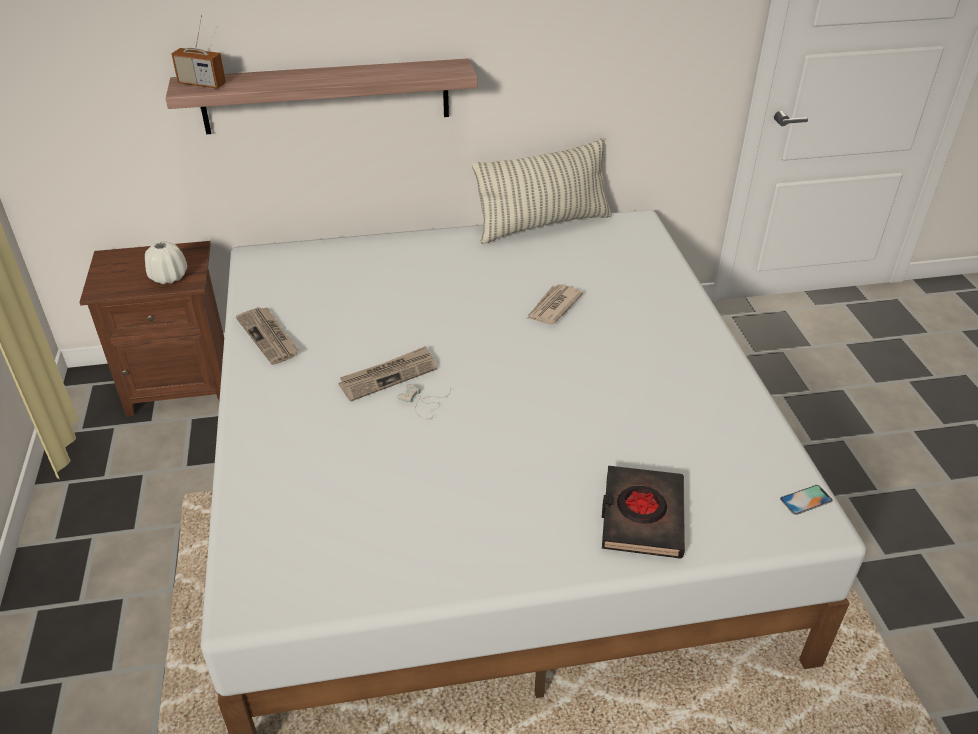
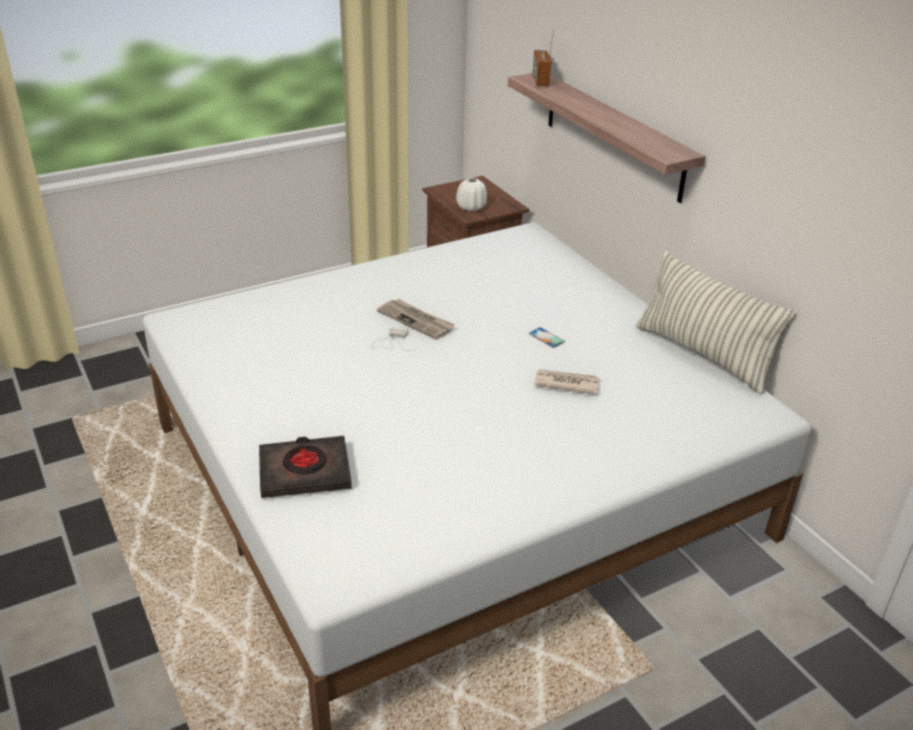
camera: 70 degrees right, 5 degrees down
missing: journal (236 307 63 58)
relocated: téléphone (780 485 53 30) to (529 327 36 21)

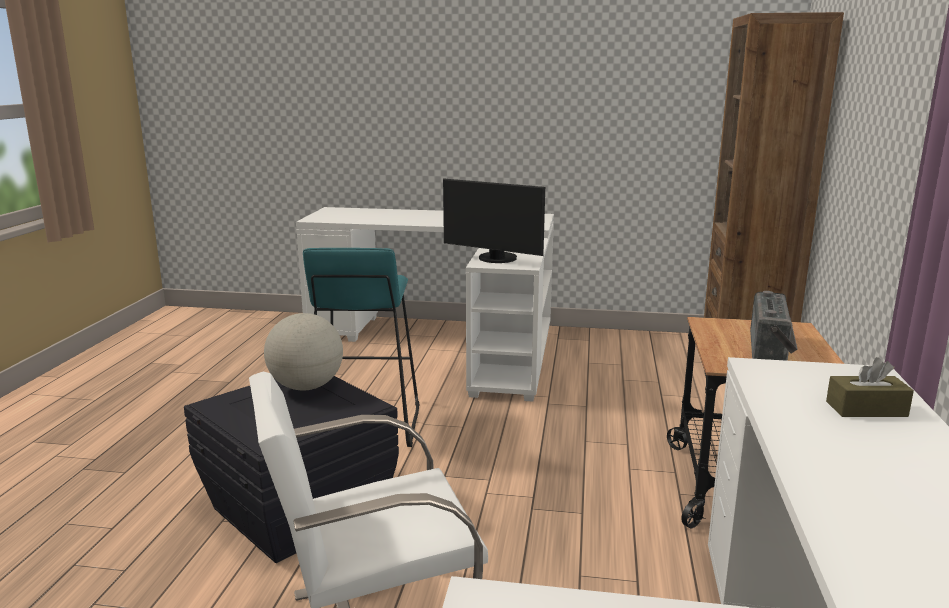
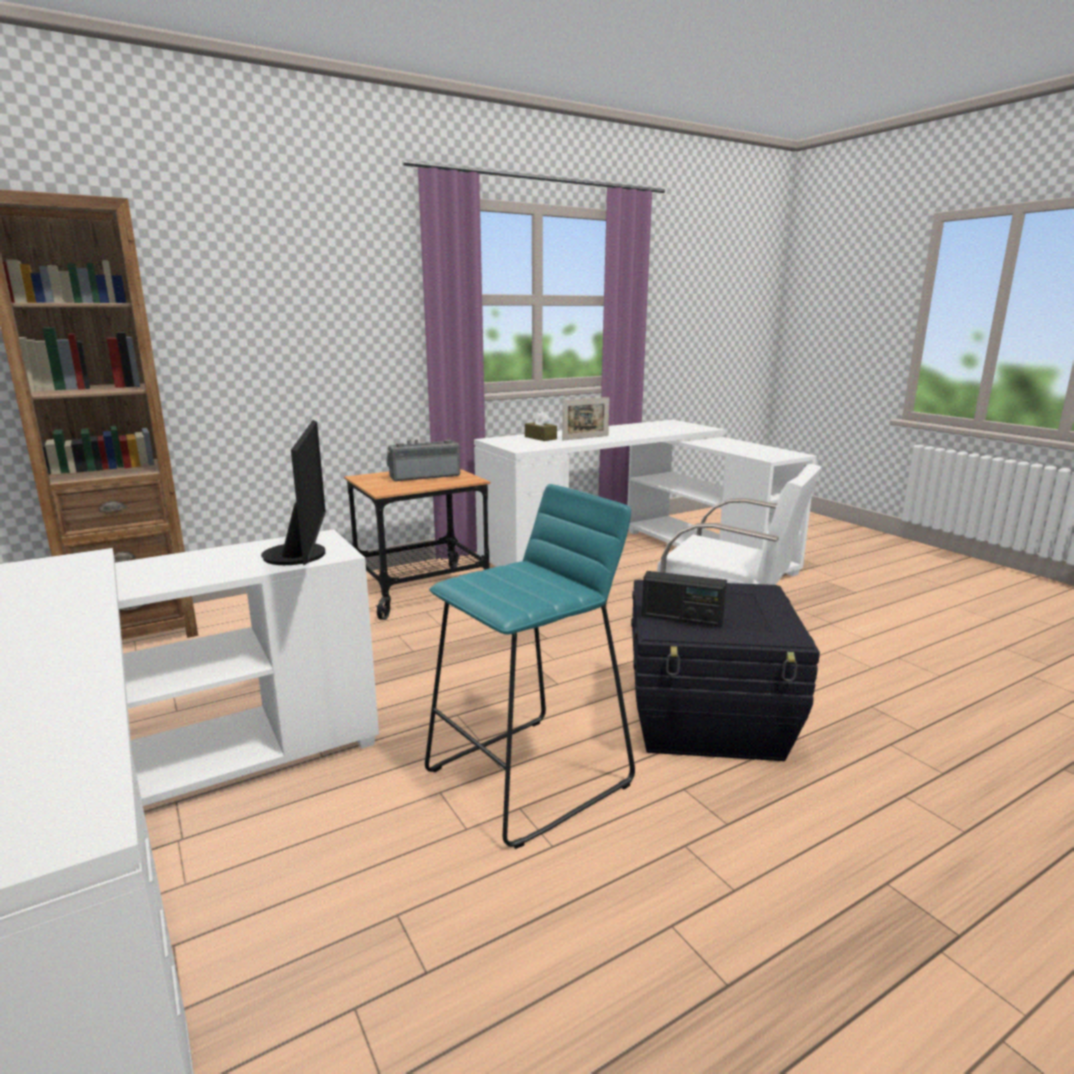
camera: 130 degrees left, 0 degrees up
appeared: cadre photo (562 397 48 43)
exchanged: globe (264 313 79 77) to radio (642 571 85 56)

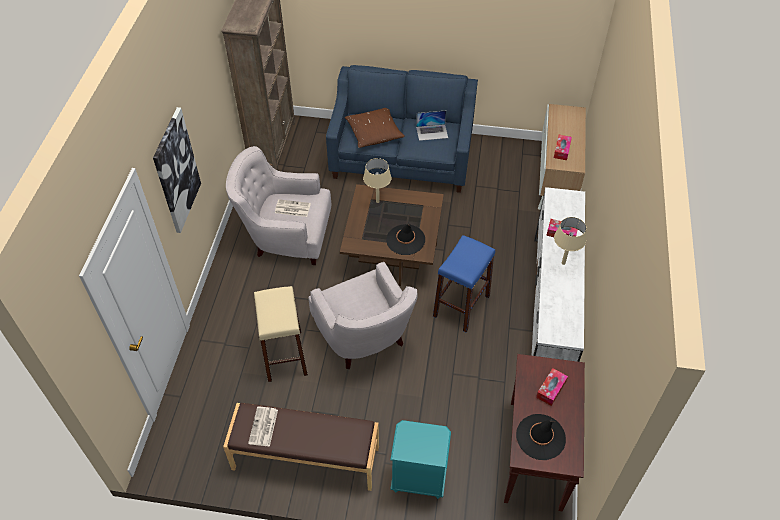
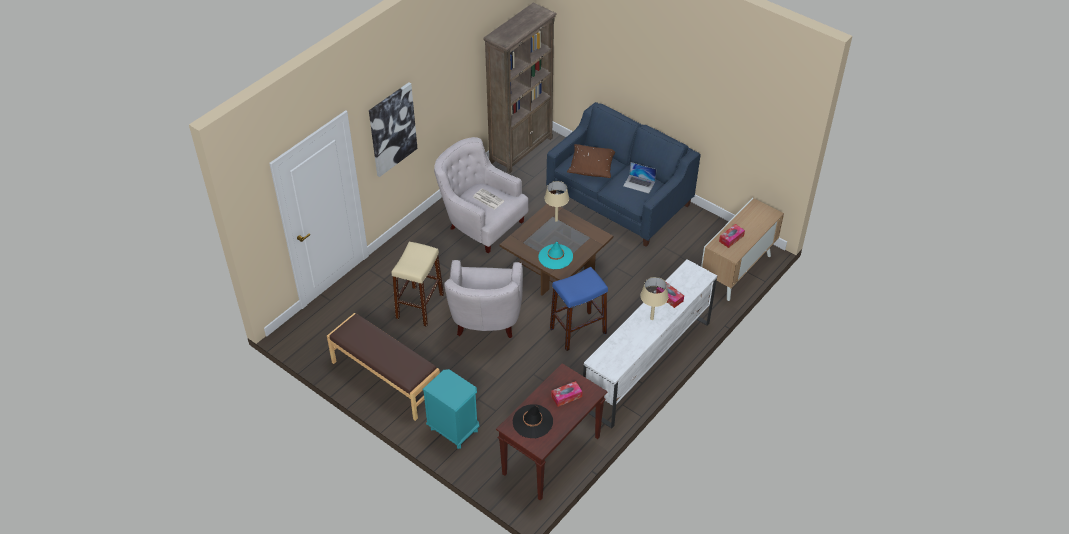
camera: 30 degrees right, 5 degrees down
missing: journal (248 407 30 40)
colour: chapeau (noir) (386 223 39 32) to chapeau (turquoise) (539 242 34 27)

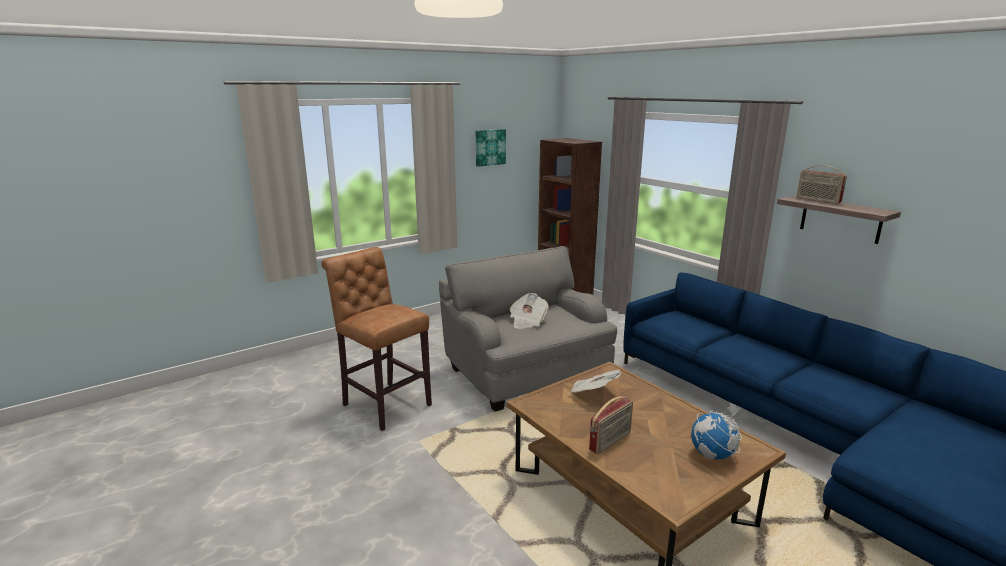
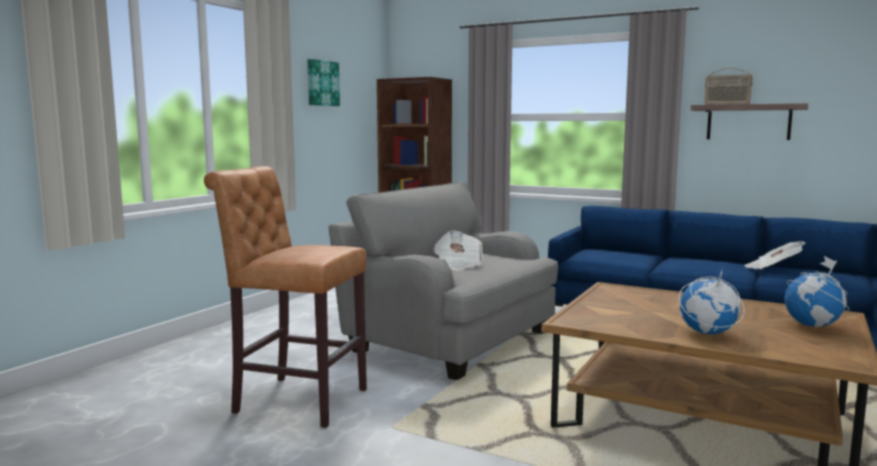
camera: 25 degrees left, 10 degrees down
relocated: journal (569 369 52 24) to (745 241 61 28)
exchanged: radio (589 397 44 57) to globe (679 268 66 67)

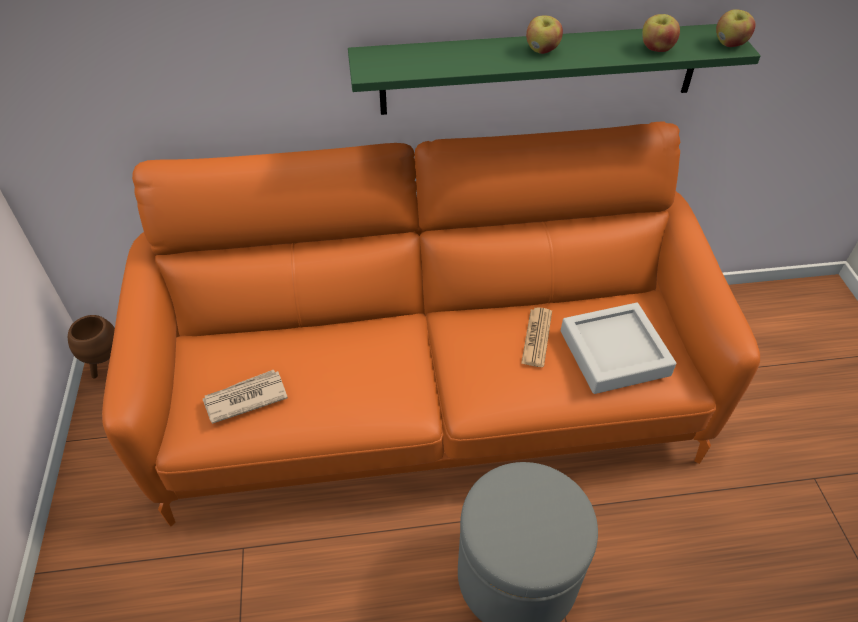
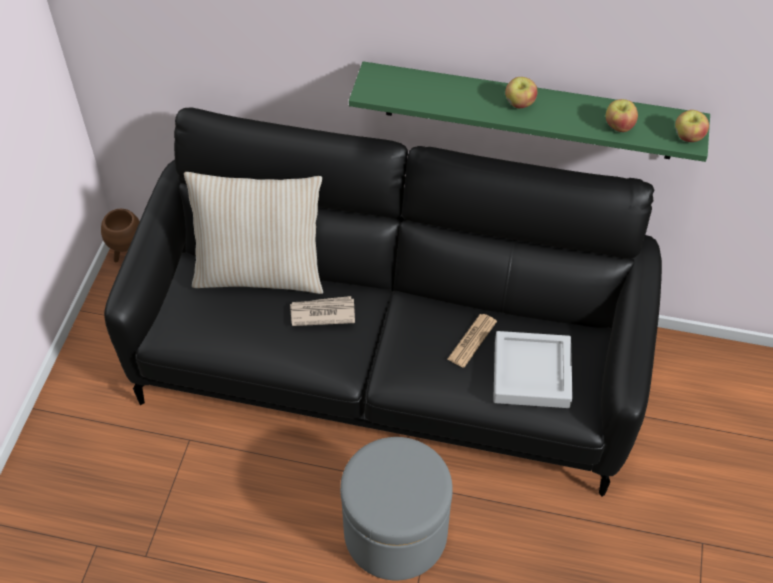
camera: 20 degrees right, 5 degrees up
appeared: coussin (beige) (184 172 139 122)
relocated: journal (203 370 85 54) to (290 296 65 30)
colour: canapé (orange) (102 121 658 405) to canapé (noir) (104 107 558 390)

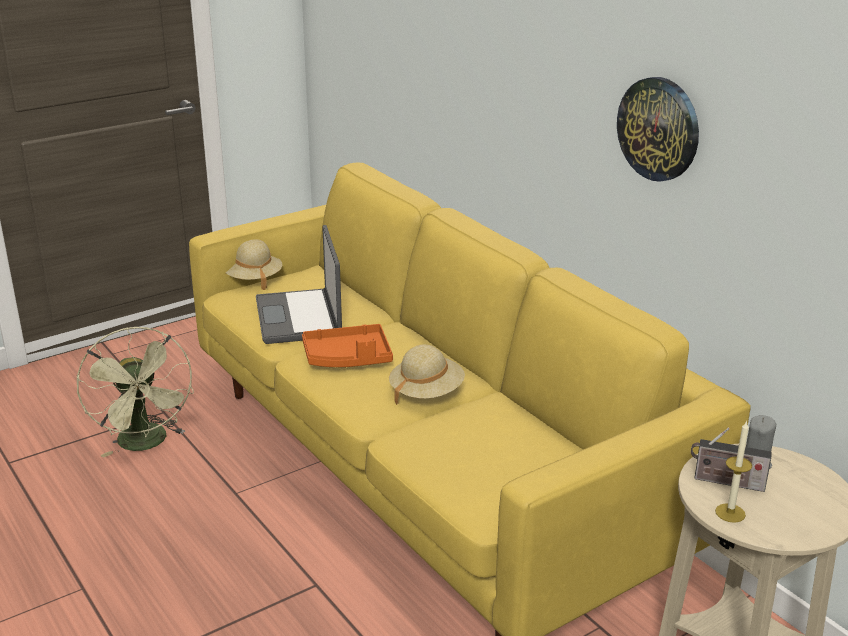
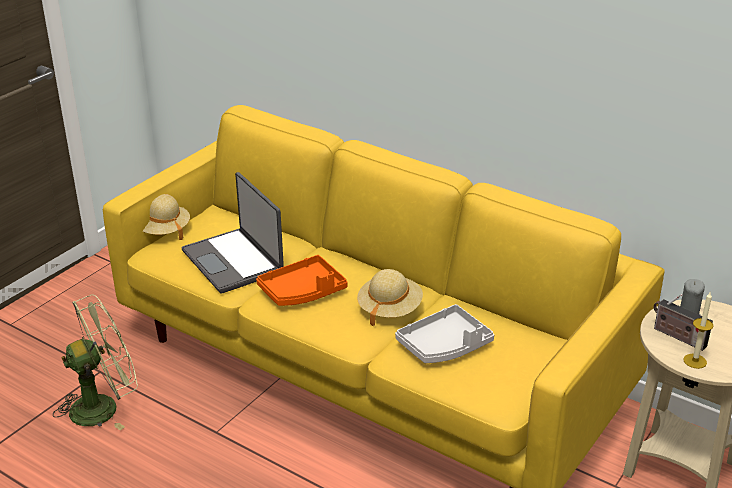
camera: 20 degrees left, 5 degrees up
missing: horloge murale (617 77 82 105)
appeared: plateau (gris) (395 304 99 59)
spun: ventilateur (vert) (77 327 117 131) = (53 294 85 136) 75 degrees counterclockwise; radio (691 427 81 65) = (654 294 59 57) 45 degrees clockwise

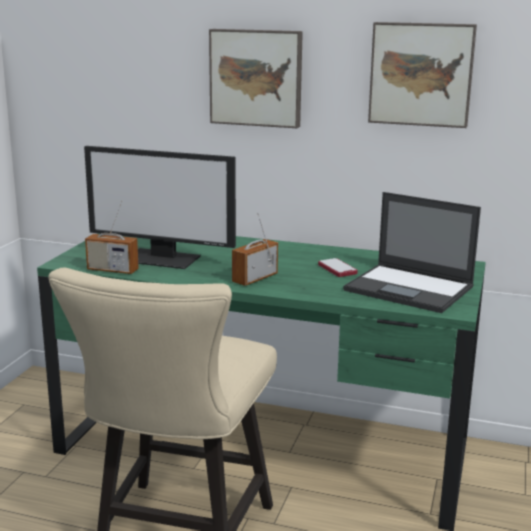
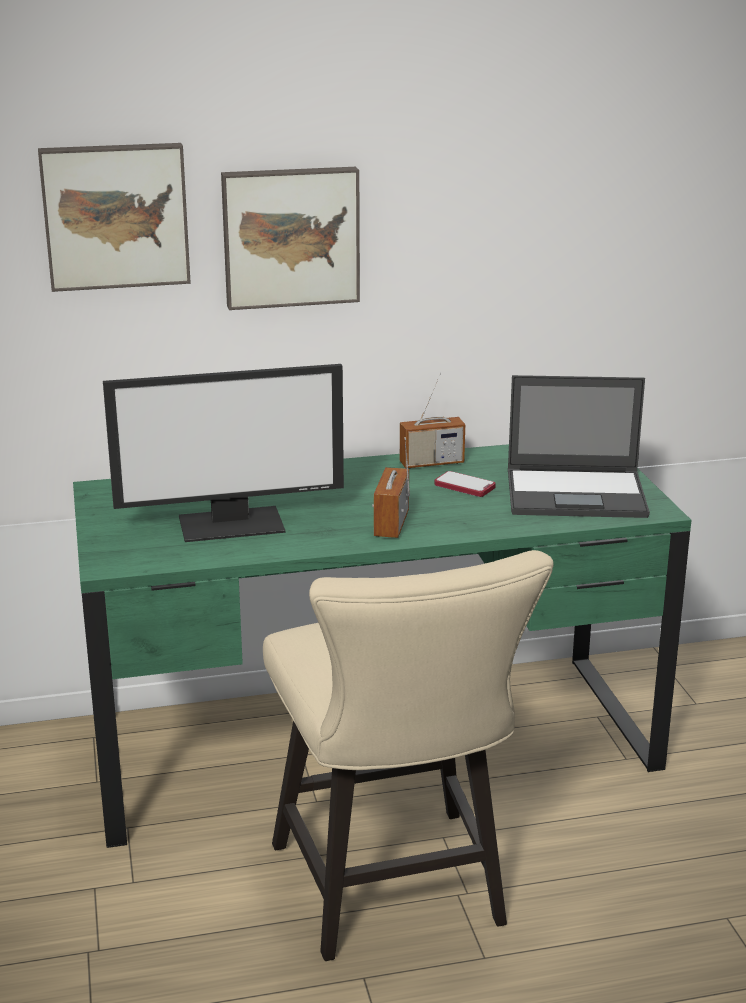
camera: 30 degrees left, 5 degrees up
relocated: tableau (368 22 109 106) to (38 143 153 149); radio (85 200 54 74) to (400 373 65 96)

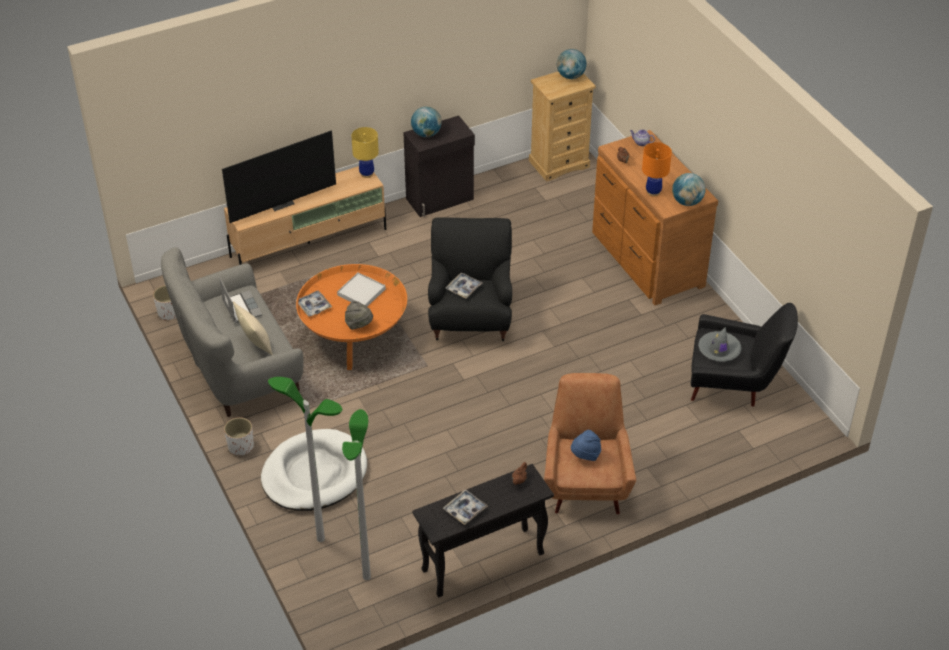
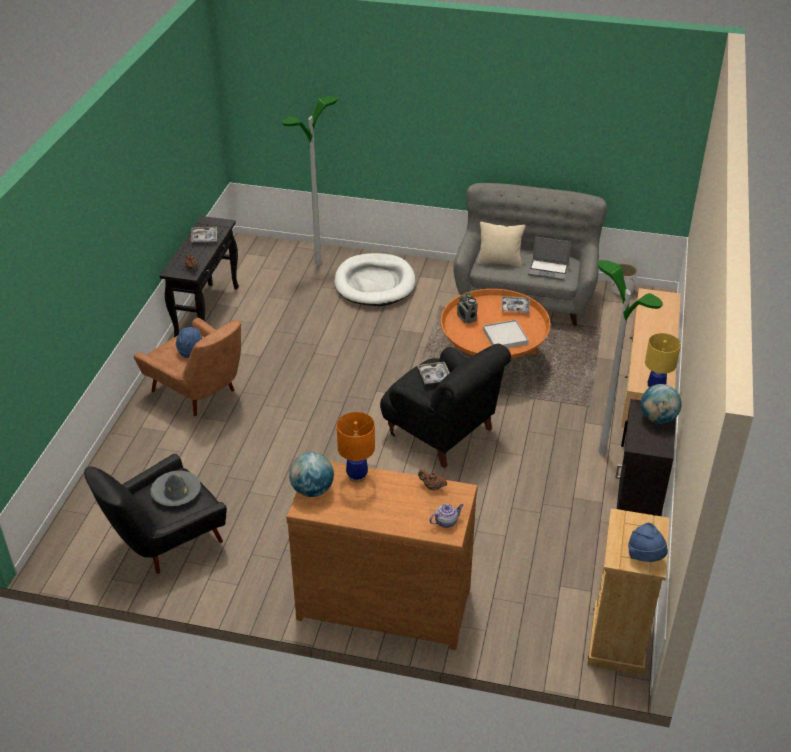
camera: 130 degrees right, 5 degrees down
missing: téléviseur (222 130 114 93); cache-pot (blanc) (224 417 30 39)
relocated: lampadaire (342 409 29 171) to (597 260 66 195)
exchanged: chapeau (gris) (345 301 28 29) to radio (457 292 21 32); globe (557 49 30 30) to chapeau (bleu) (628 523 40 39)

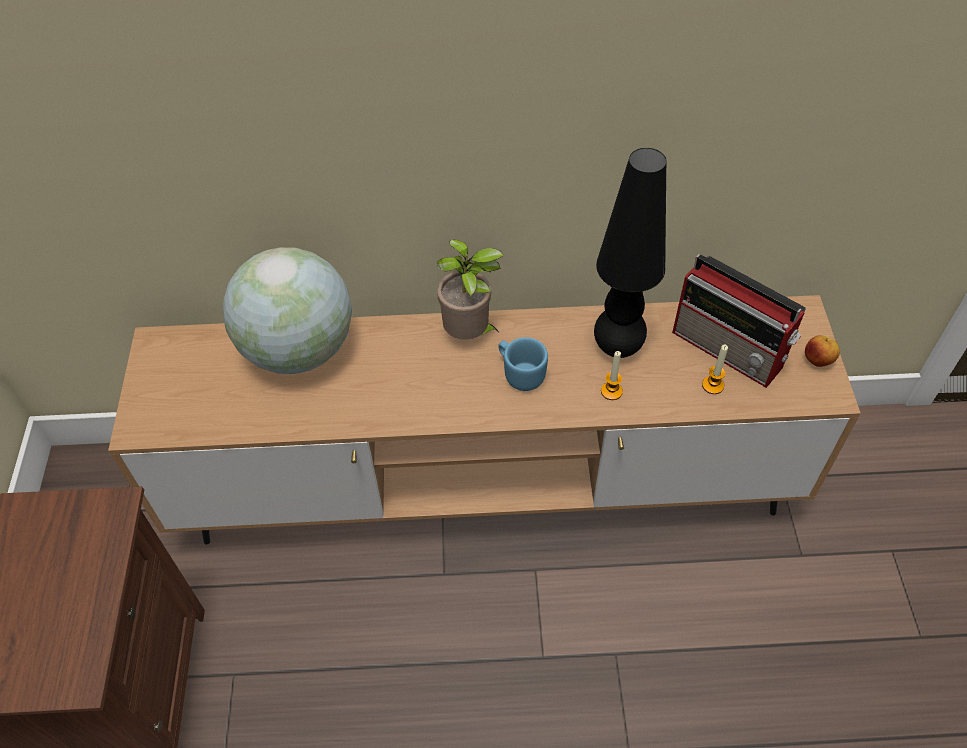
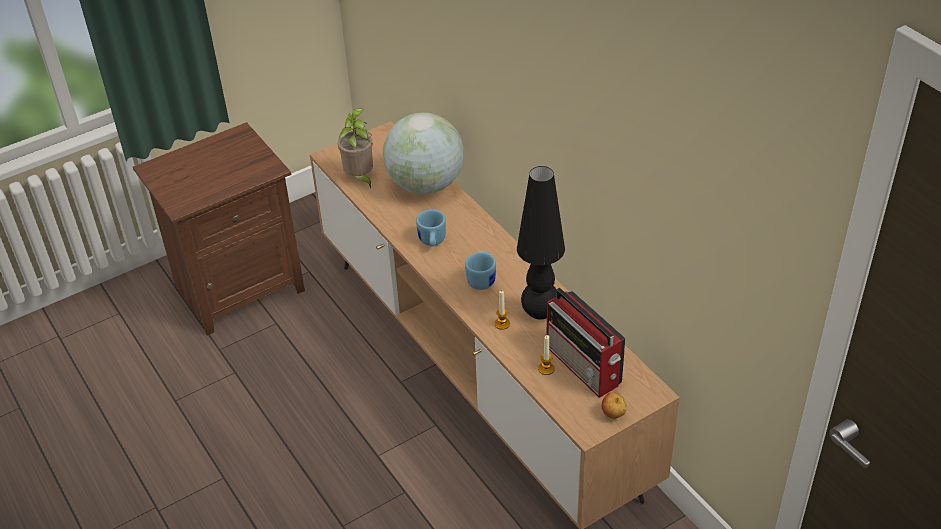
camera: 60 degrees right, 10 degrees down
appeared: mug (bleu) (416 209 30 38)
relocated: plante en pot (437 239 67 101) to (338 108 35 81)
spun: radio (672 254 134 134) = (547 287 78 111) 45 degrees counterclockwise

